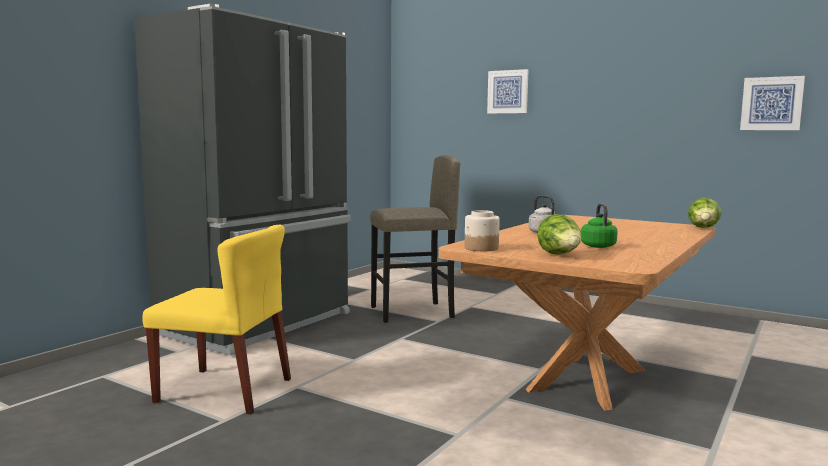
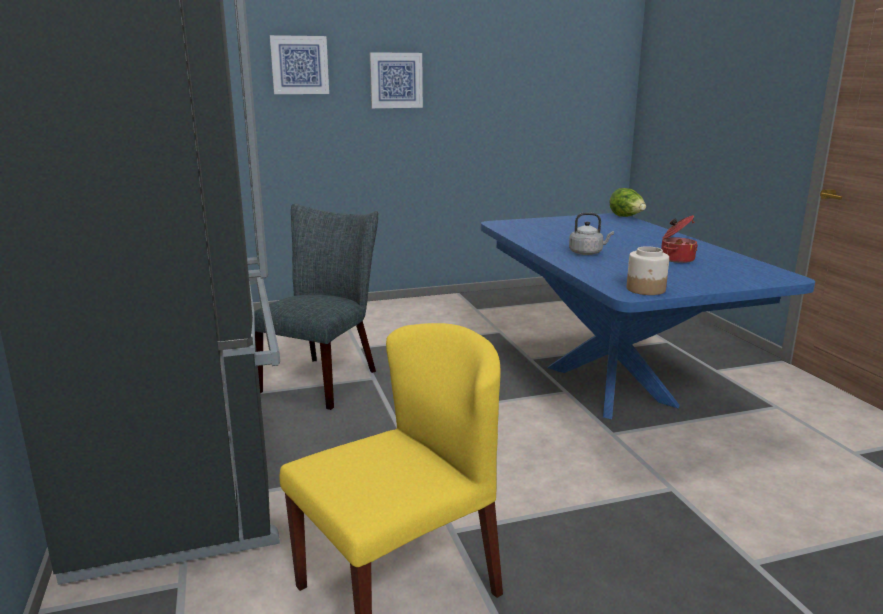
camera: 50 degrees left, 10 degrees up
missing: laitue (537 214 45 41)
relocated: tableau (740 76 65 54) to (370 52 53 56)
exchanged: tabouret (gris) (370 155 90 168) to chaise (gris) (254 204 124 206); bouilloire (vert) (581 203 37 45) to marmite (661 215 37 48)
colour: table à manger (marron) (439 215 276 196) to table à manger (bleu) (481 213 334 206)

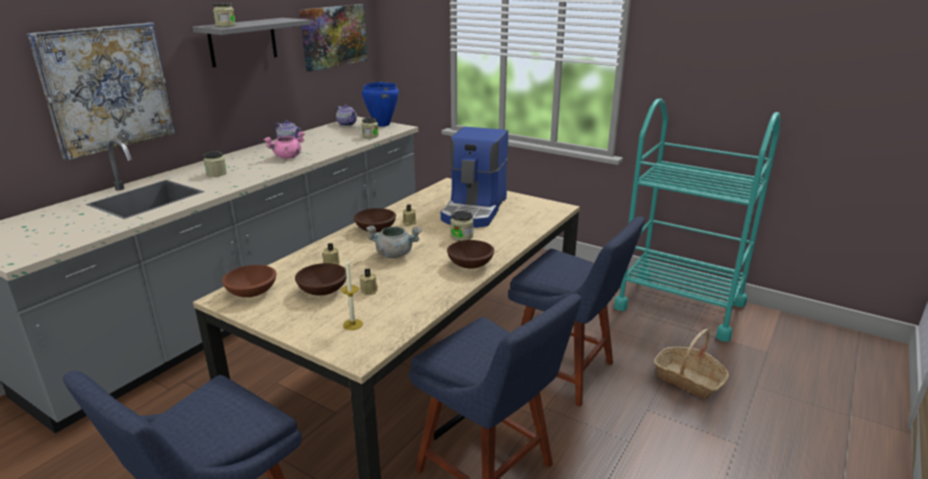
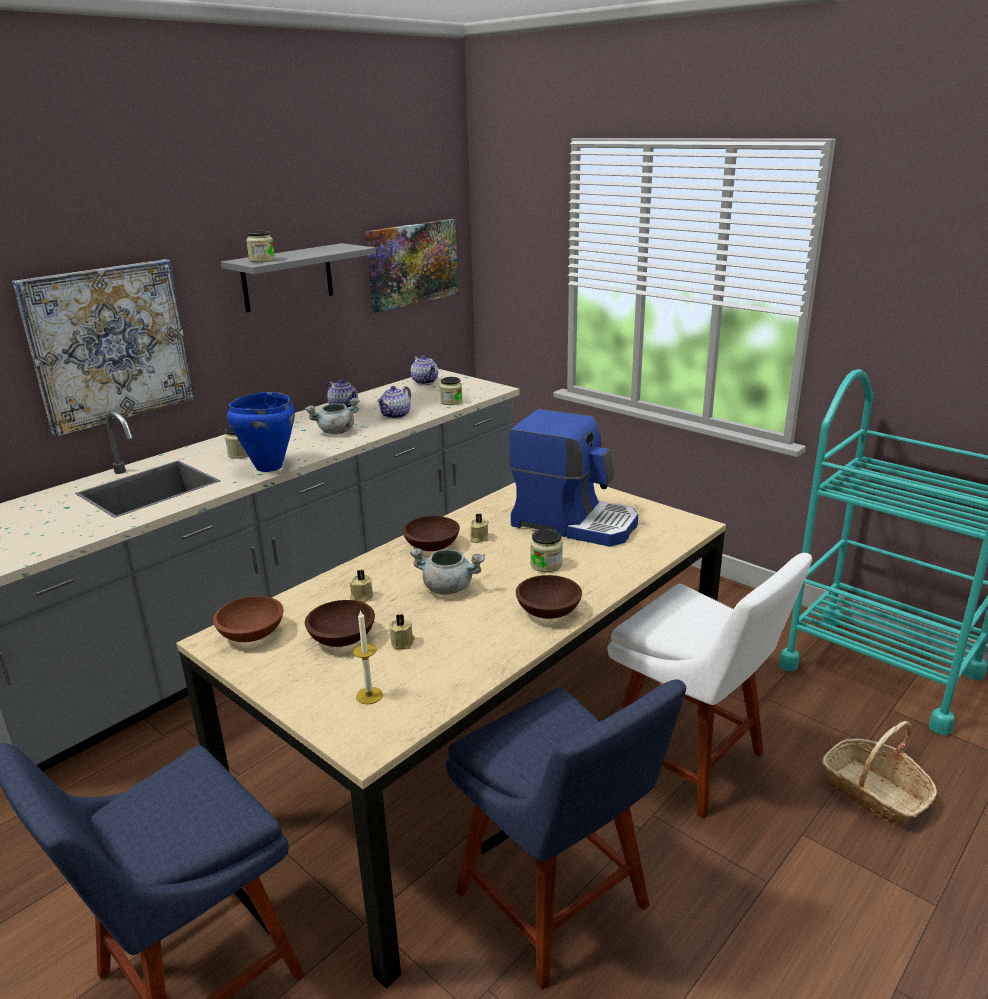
camera: 10 degrees right, 0 degrees up
appeared: théière (377 386 34 33)
relocated: marmite (bleu) (362 82 37 45) to (227 392 68 80)
colour: marmite (rose) (263 131 42 28) to marmite (gris) (305 398 55 36); chaise (bleu) (508 216 137 191) to chaise (blanc) (608 553 204 266)
spun: machine à café (441 127 67 101) = (509 409 129 138) 90 degrees counterclockwise

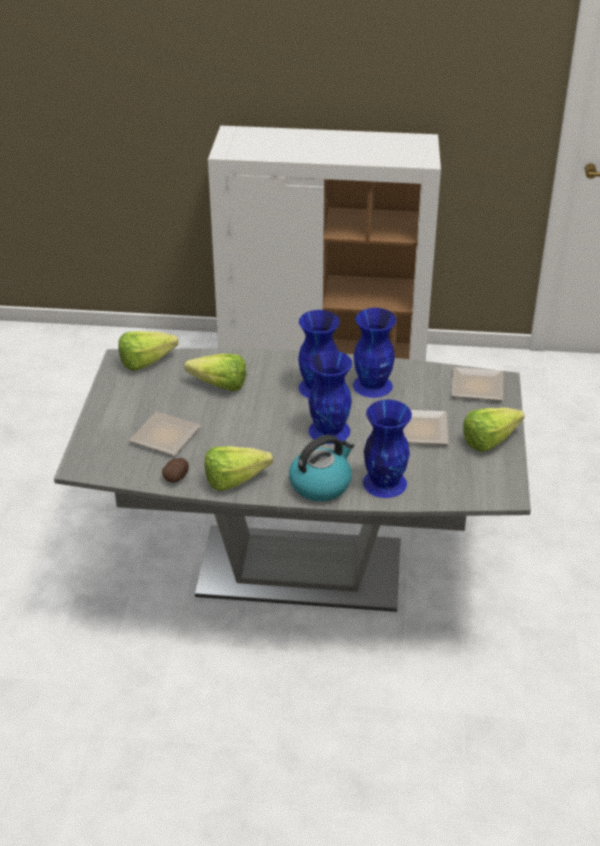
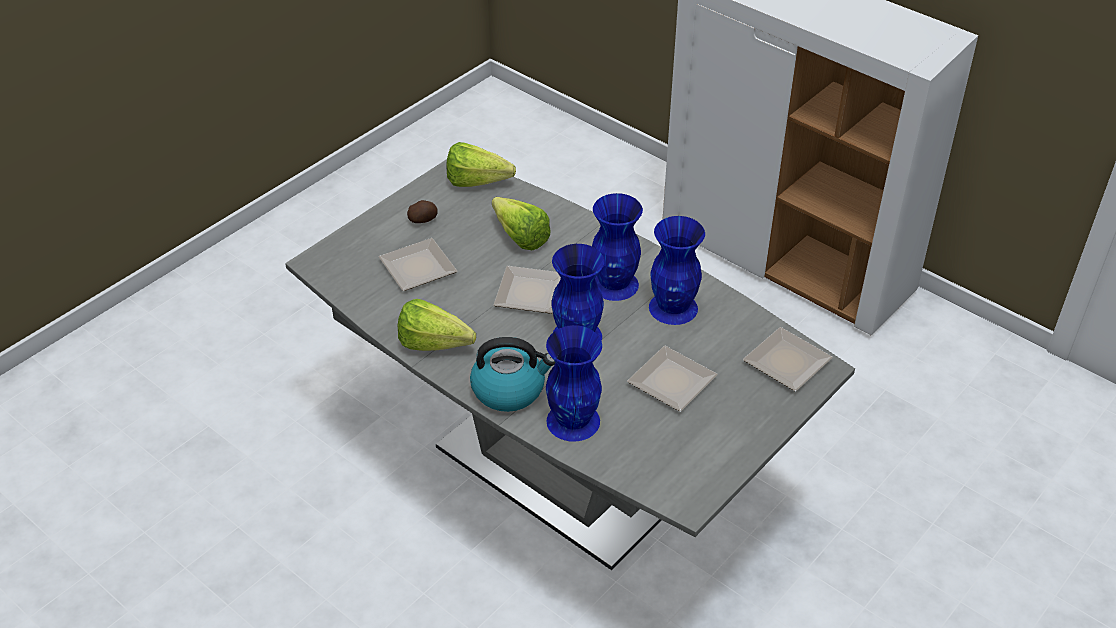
camera: 35 degrees right, 5 degrees up
missing: laitue (463 408 61 44)
appeared: assiette (494 266 67 48)
relocated: pomme de terre (162 458 27 25) to (407 200 31 23)

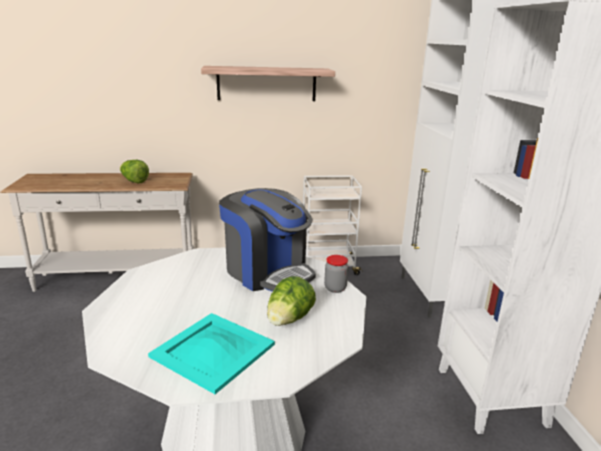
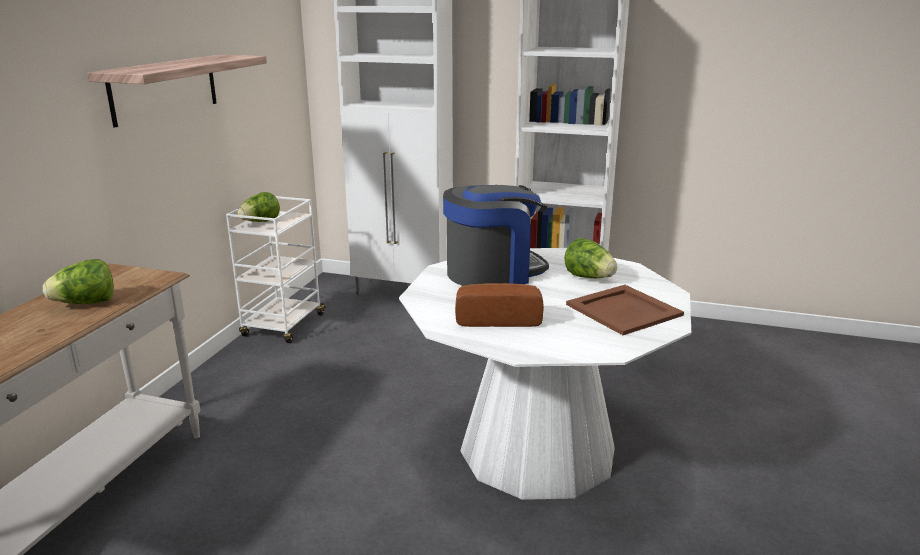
camera: 65 degrees left, 0 degrees up
missing: bocal (324 255 24 38)
appeared: laitue (238 192 42 30); pain (455 283 89 44)
colour: plateau (turquoise) (148 313 127 81) to plateau (marron) (566 285 118 50)

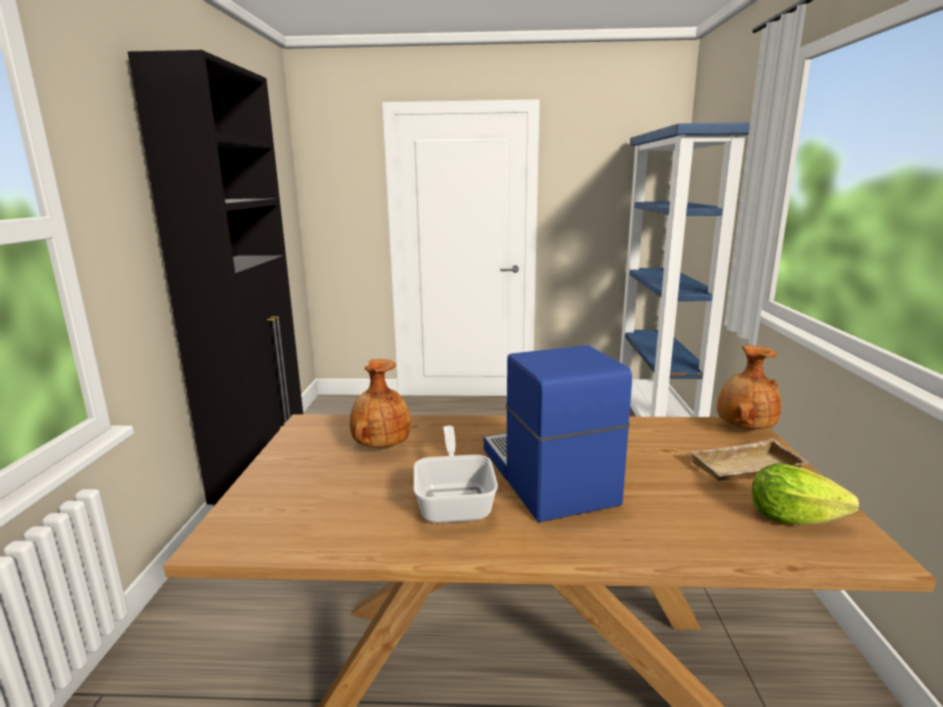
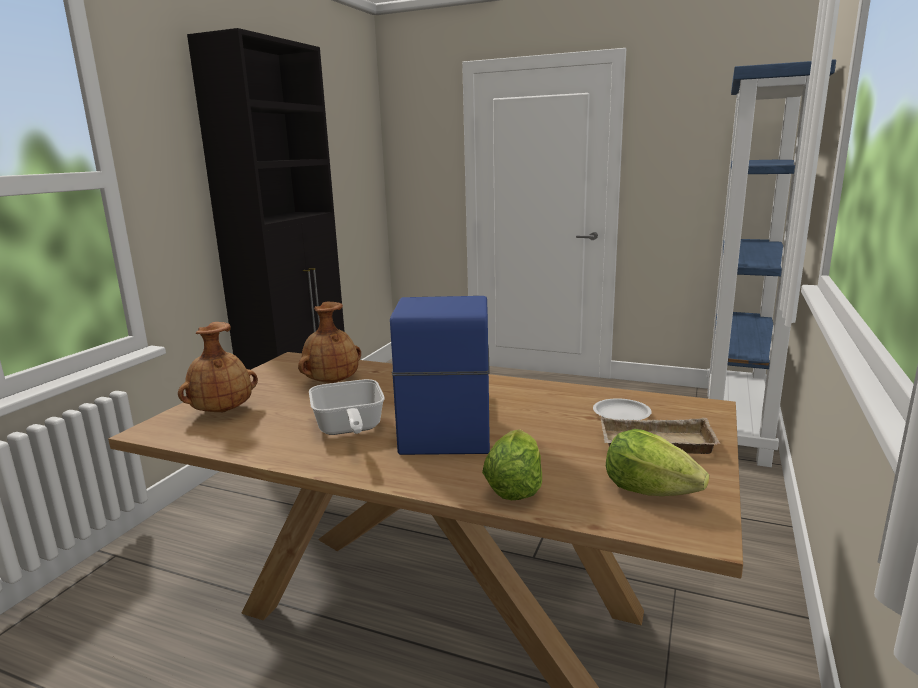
camera: 20 degrees right, 0 degrees up
appeared: laitue (482 429 60 71); assiette (blanc) (593 398 59 22)
relocated: vase (marron) (717 345 64 85) to (178 322 80 90)
spun: poêle (414 426 84 97) = (309 379 76 56) 150 degrees clockwise

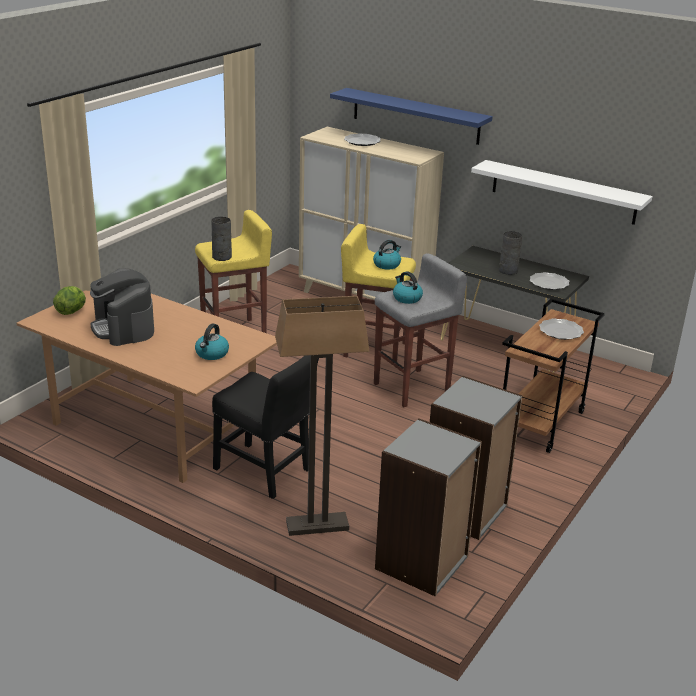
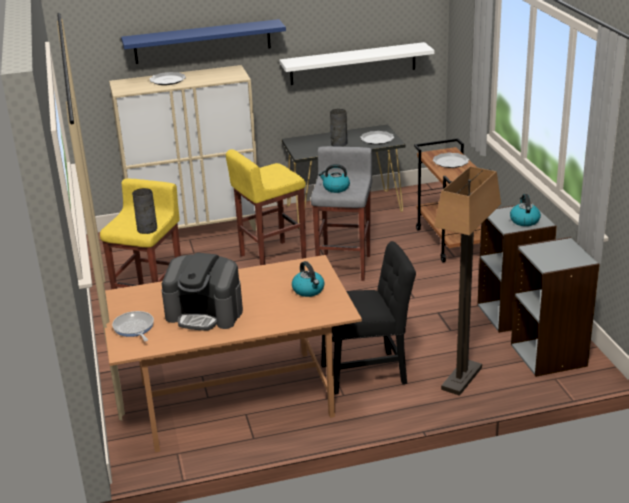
camera: 45 degrees left, 0 degrees up
relocated: bouilloire (373 240 28 30) to (510 194 31 32)
exchanged: laitue (53 286 33 29) to poêle (112 311 42 31)

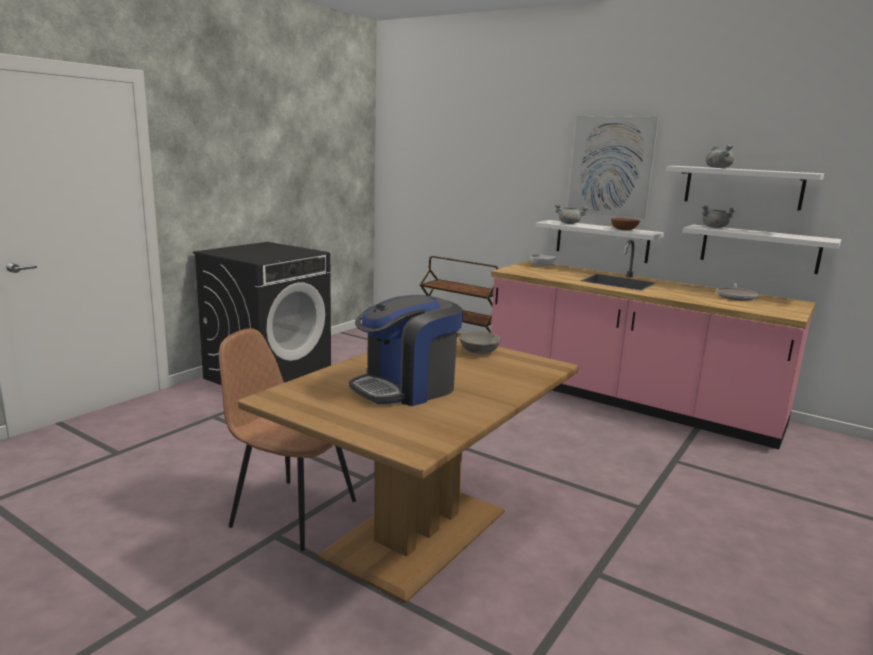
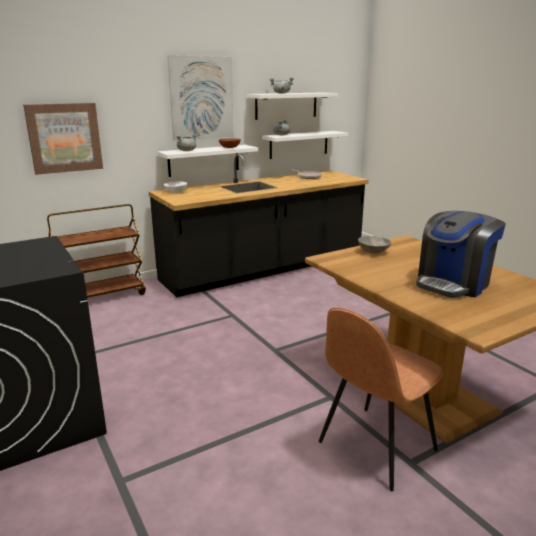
camera: 65 degrees left, 5 degrees up
appeared: tableau (23 103 80 72)
colour: comptoir de cuisine (rose) (491 240 325 209) to comptoir de cuisine (noir) (149 154 220 144)
spun: machine à café (349 295 114 111) = (416 211 90 87) 60 degrees clockwise

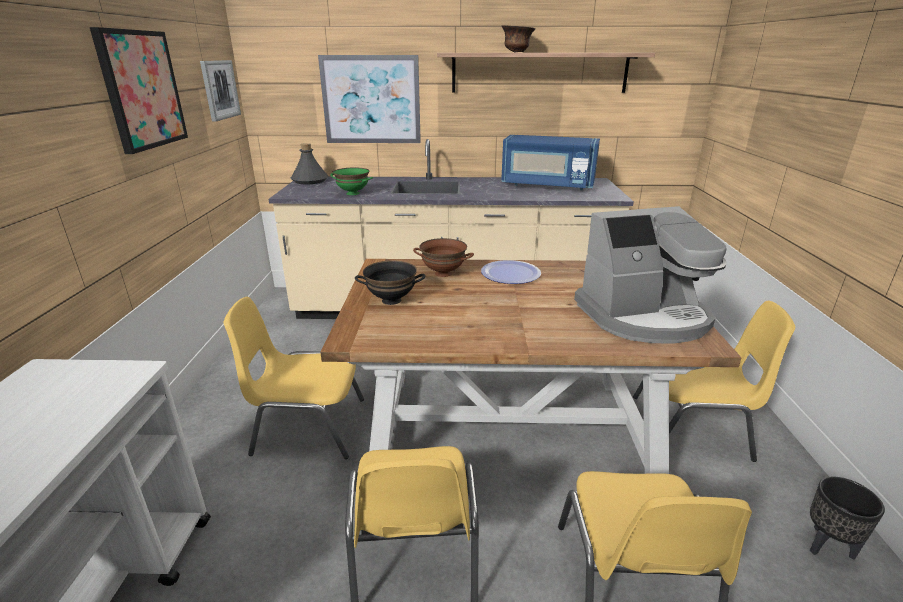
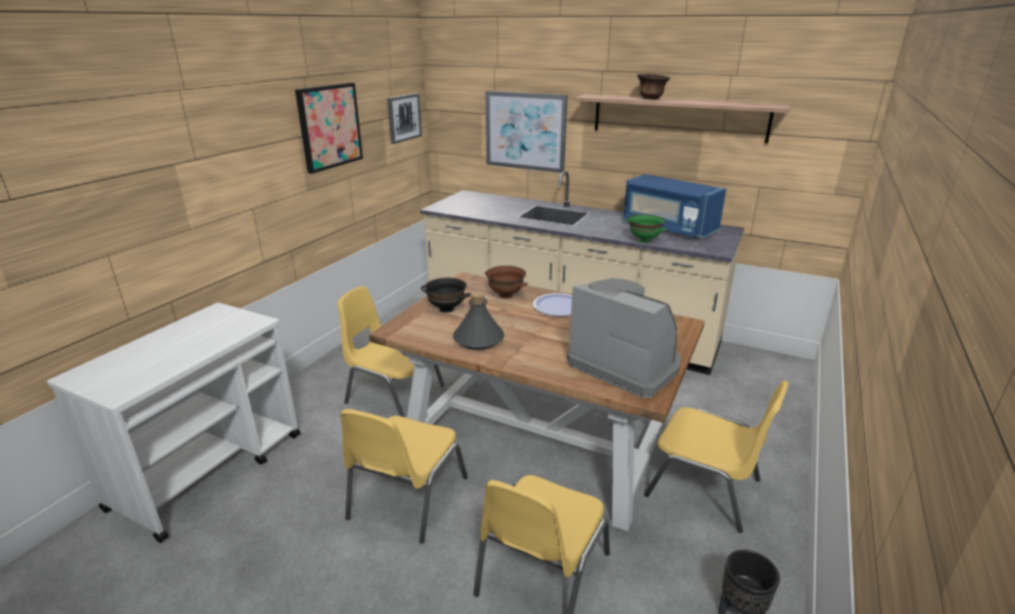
camera: 25 degrees right, 0 degrees up
relocated: bouteille (gris) (291 143 37 41) to (453 291 51 59); bol (vert) (330 167 43 28) to (626 214 42 29)
spun: machine à café (574 206 153 137) = (567 278 114 120) 150 degrees counterclockwise

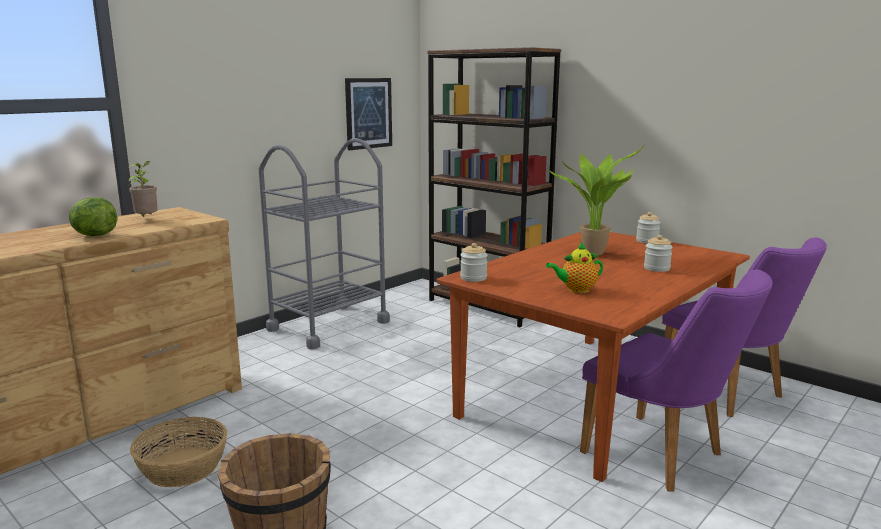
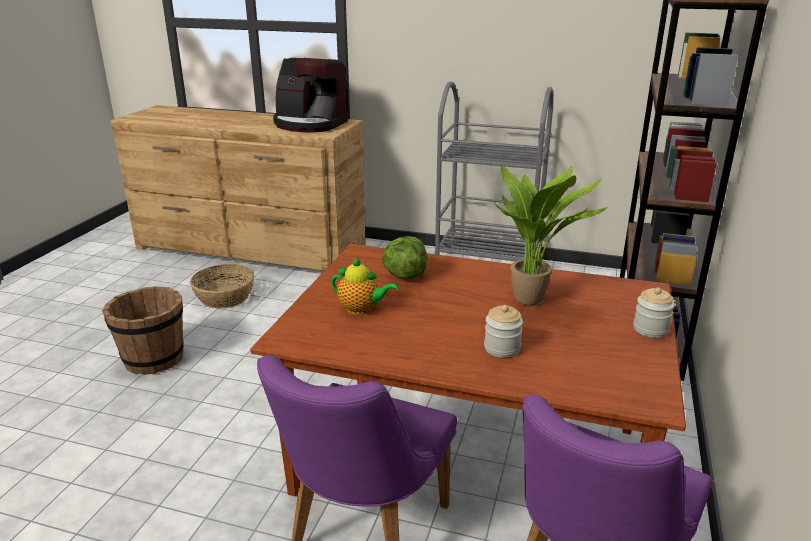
camera: 65 degrees right, 10 degrees up
missing: tableau (345 78 47 72); bocal (460 243 28 39)
relocated: laitue (69 197 48 39) to (382 236 45 44)
exchanged: plante en pot (128 161 30 56) to machine à café (273 58 77 75)
spun: théière (546 241 57 52) = (331 257 67 58) 150 degrees clockwise

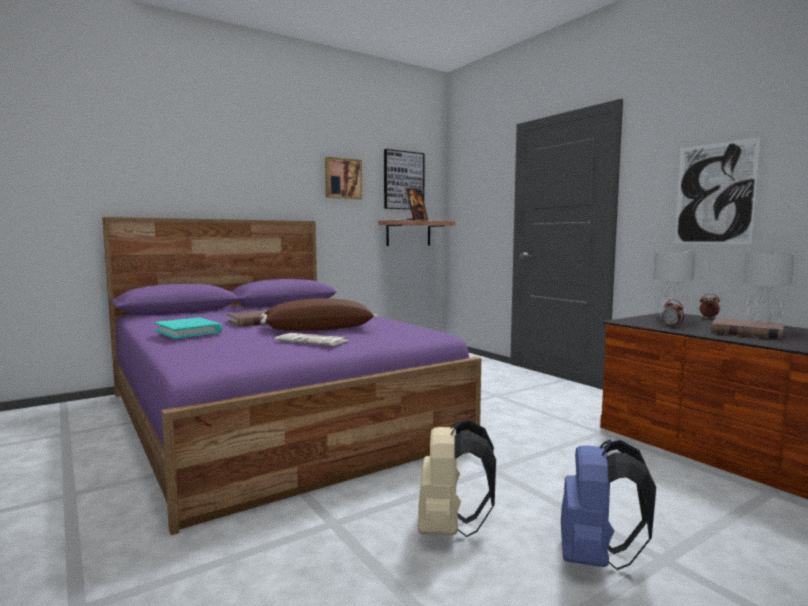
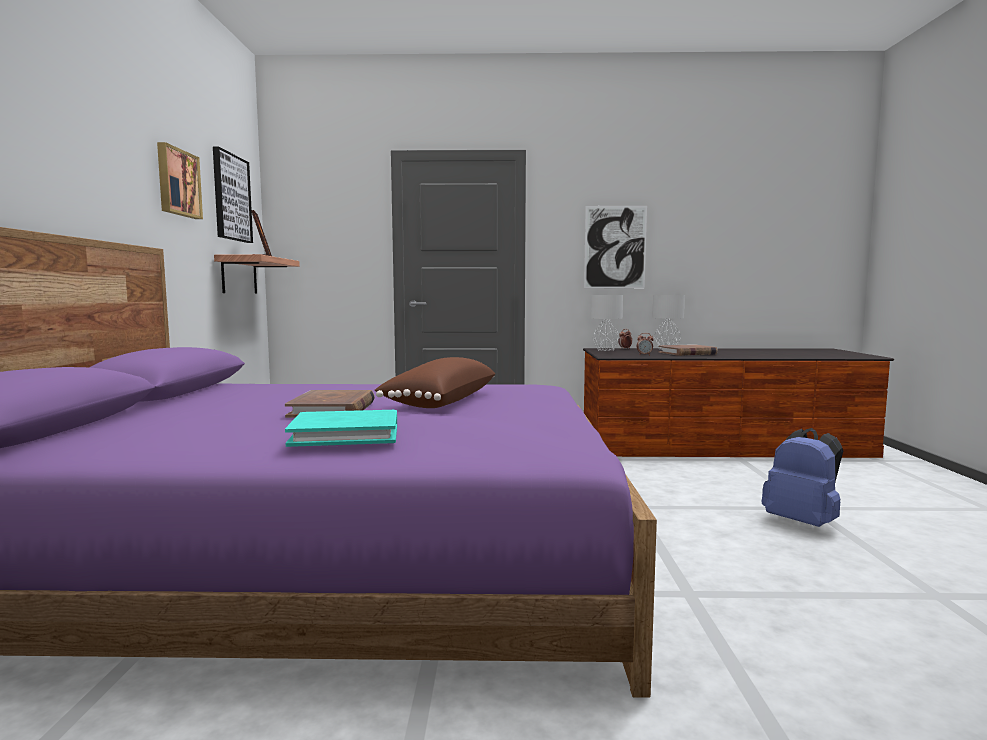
camera: 55 degrees left, 0 degrees up
missing: journal (274 333 74 13); sac à dos (beige) (418 420 78 117)

